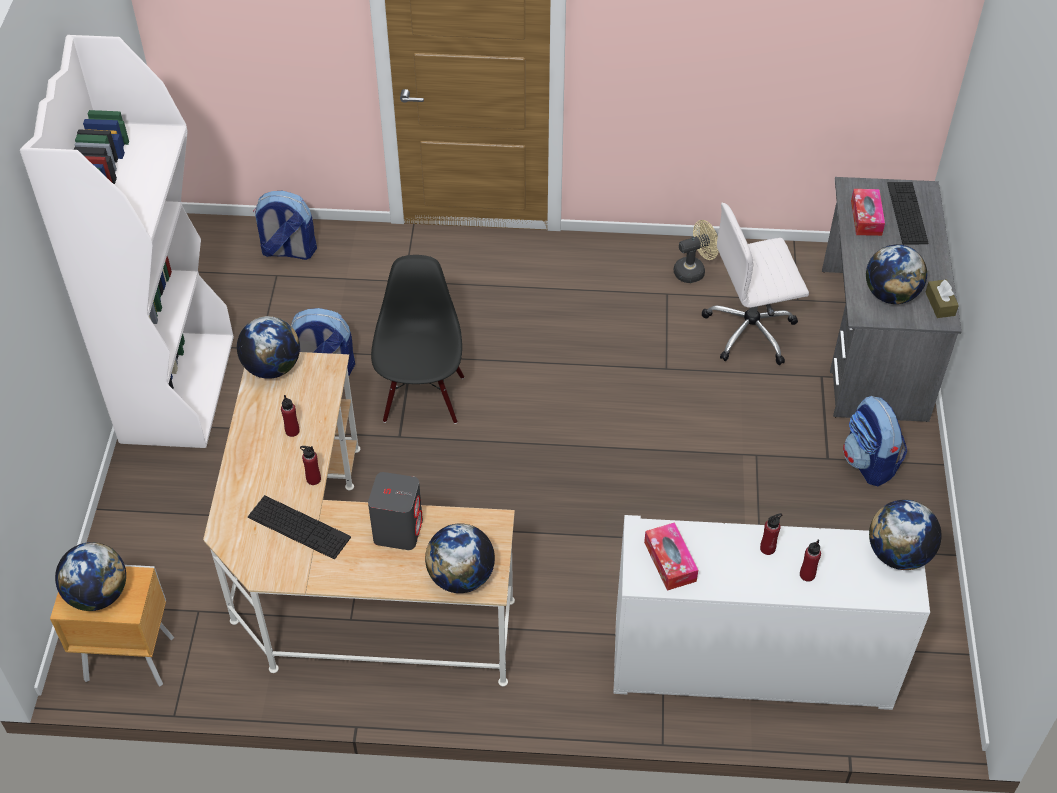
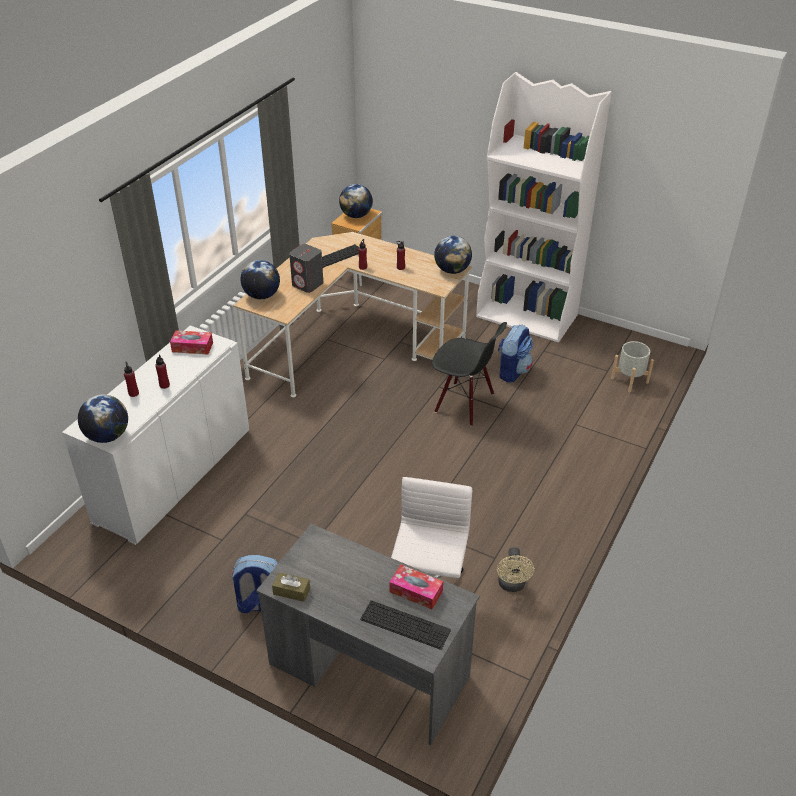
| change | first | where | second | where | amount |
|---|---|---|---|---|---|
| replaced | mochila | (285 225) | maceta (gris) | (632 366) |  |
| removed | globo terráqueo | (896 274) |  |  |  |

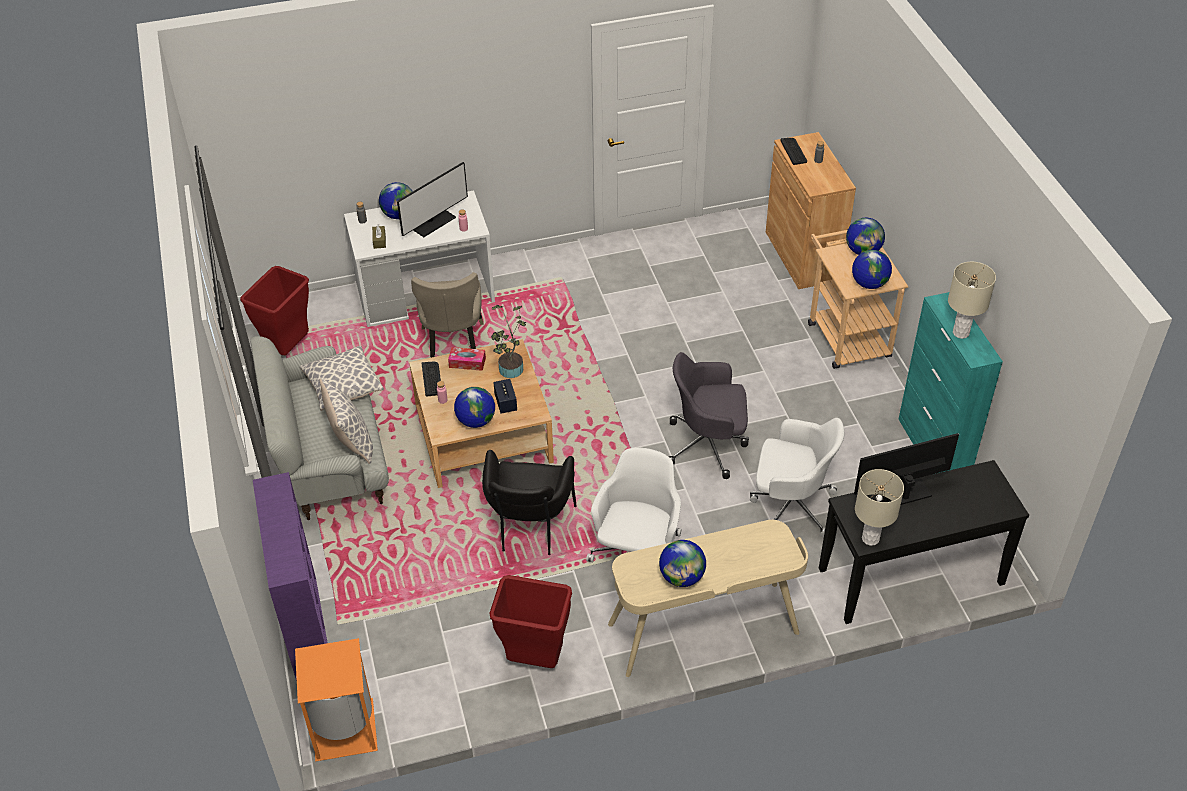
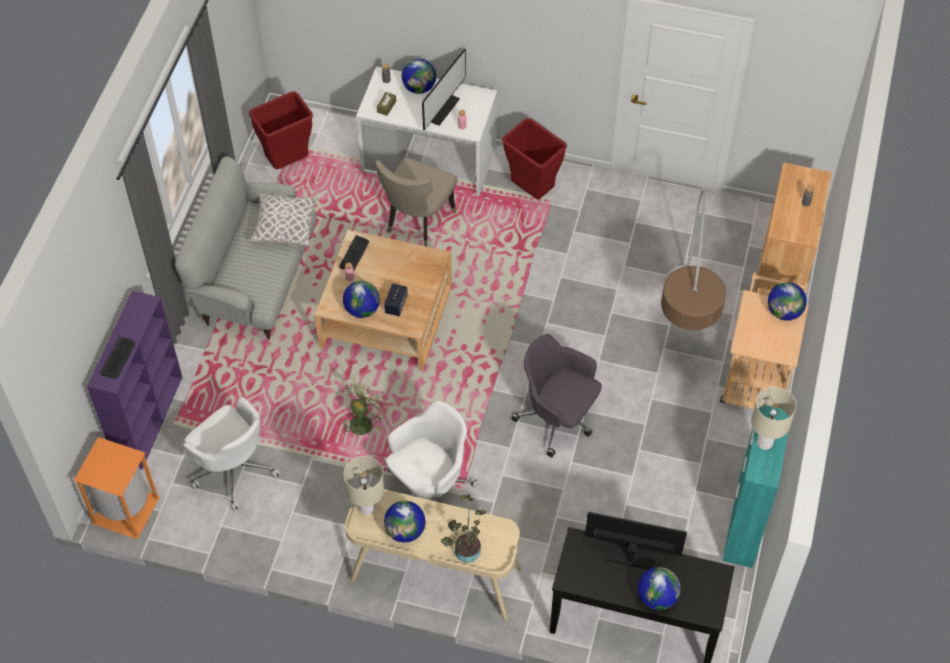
| change | first | where | second | where | amount |
|---|---|---|---|---|---|
| removed | cojín | (346 421) |  |  |  |
| turned | monitor | (432 199) |  | (444 89) | 45 degrees counterclockwise |
| removed | caja de pañuelos | (467 359) |  |  |  |
| replaced | sillón (negro) | (529 502) | ventilador (verde) | (365 407) |  |
| moved | papelera (rojo) | (531 621) |  | (534 158) |  |
| moved | planta en maceta | (508 341) |  | (463 528) |  |
| moved | silla de oficina (blanco) | (797 478) |  | (231 454) |  |
| moved | teclado | (793 151) |  | (118 358) |  |
| moved | globo terráqueo | (872 269) |  | (659 588) |  |
| moved | lámpara de mesa (beis) | (879 507) |  | (364 486) |  |
| added |  |  | lámpara de pie | (693 259) |  |

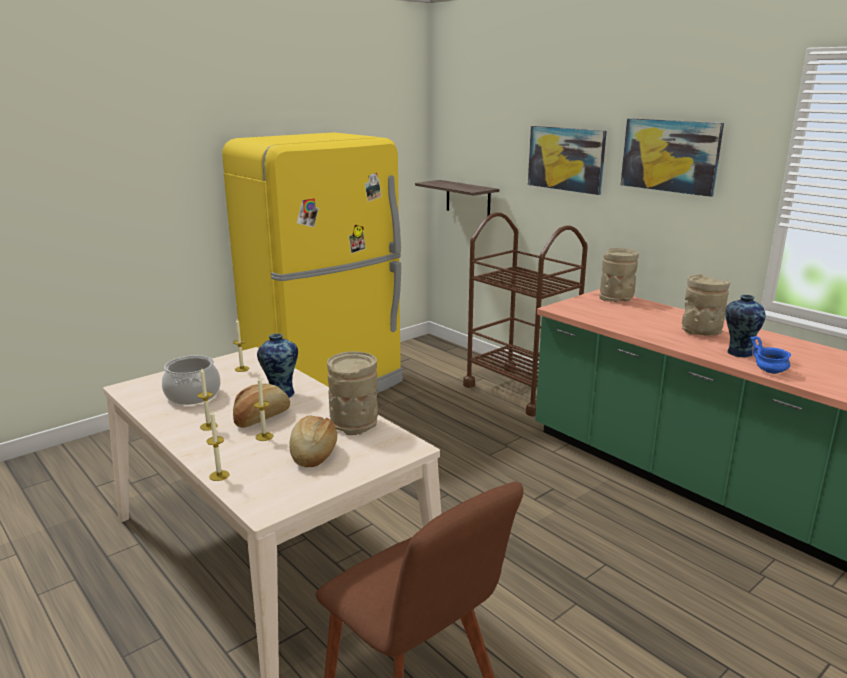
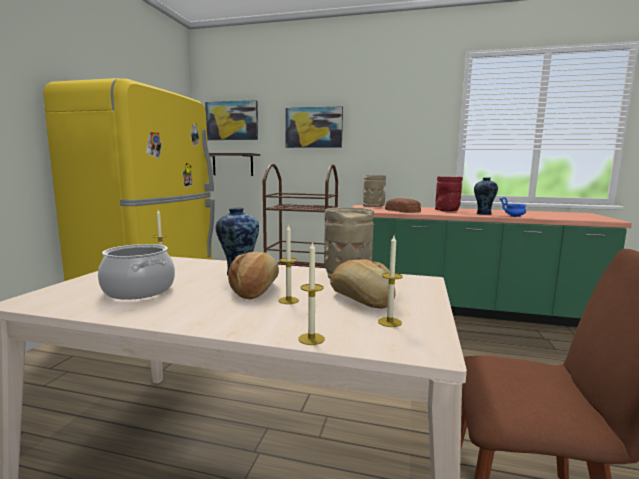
| change | first | where | second | where | amount |
|---|---|---|---|---|---|
| moved | vela | (207 399) |  | (390 281) |  |
| moved | cuadro | (672 157) |  | (231 120) |  |
| recoloured | florero (beis) | (706 305) | florero (rojo) | (448 194) |  |
| added |  |  | pan | (403 205) |  |

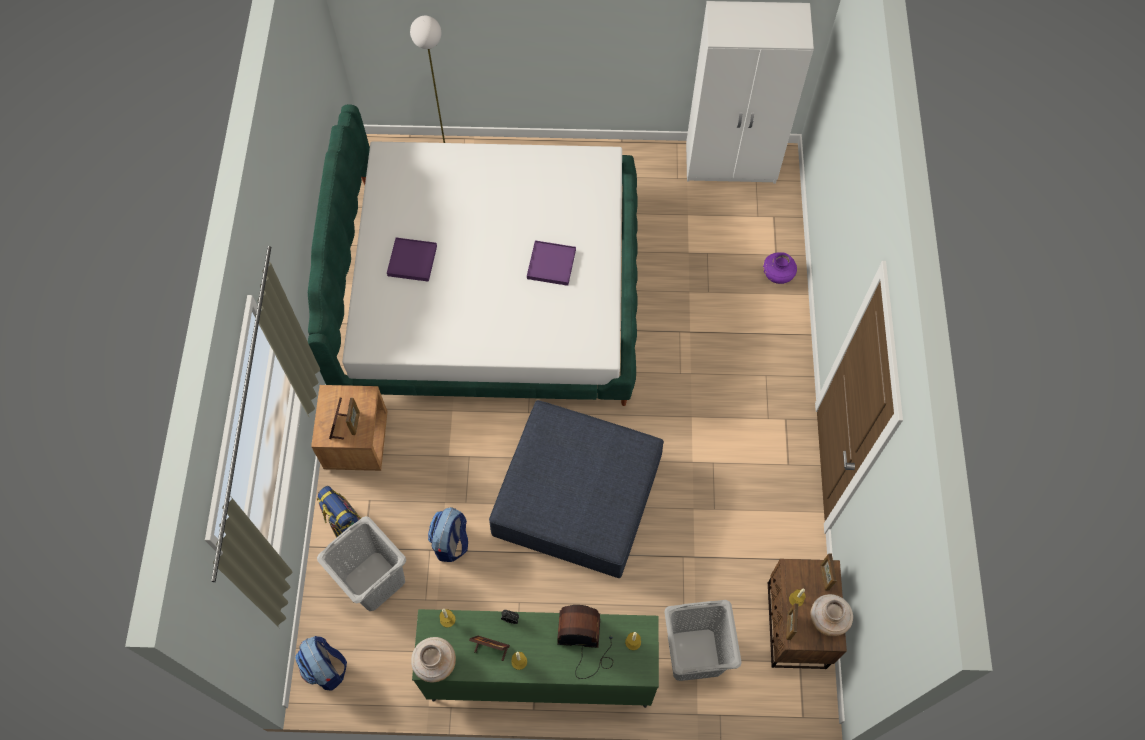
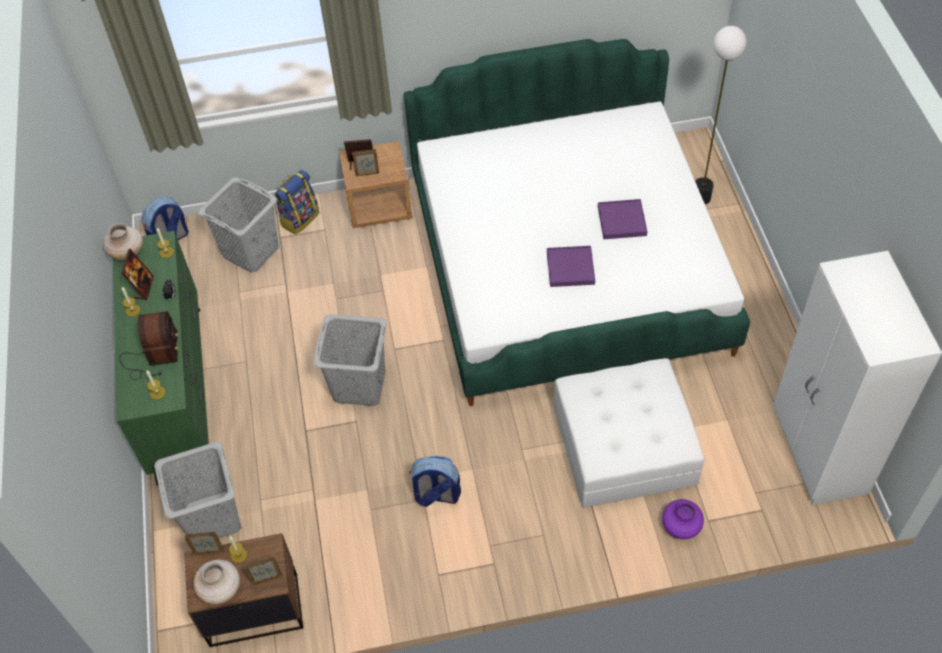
| change | first | where | second | where | amount |
|---|---|---|---|---|---|
| moved | bandeja (morado) | (412 260) |  | (622 219) |  |
| moved | mochila | (448 534) |  | (435 481) |  |
| replaced | puf (azul) | (576 489) | cesto de la ropa (gris) | (350 360) |  |
| added |  |  | puf (blanco) | (629 433) |  |

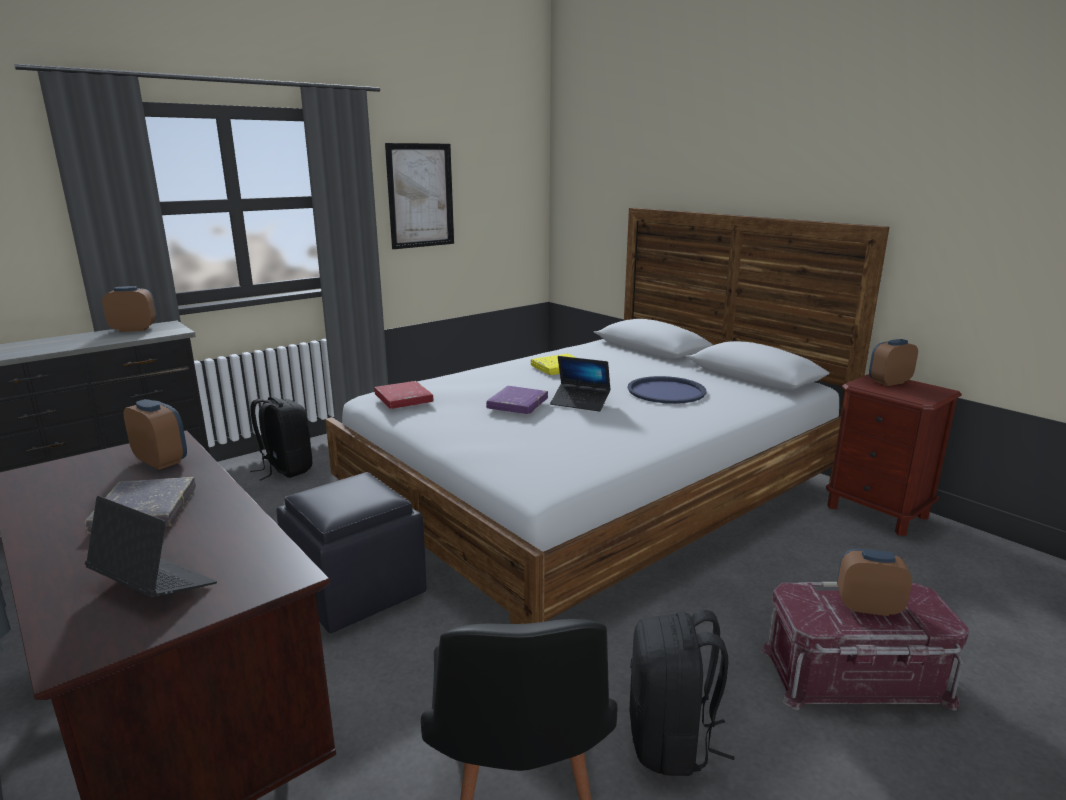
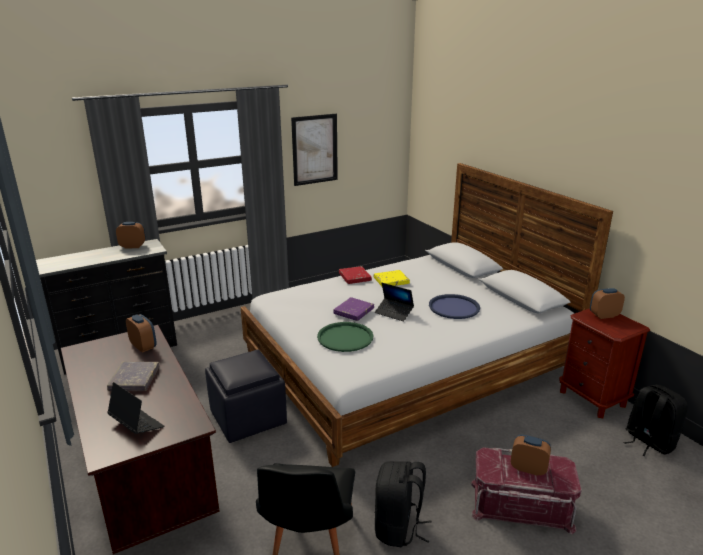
| change | first | where | second | where | amount |
|---|---|---|---|---|---|
| moved | mochila (negro) | (281 438) |  | (655 420) |  |
| moved | libro (rojo) | (404 395) |  | (355 275) |  |
| added |  |  | bandeja (verde) | (345 337) |  |

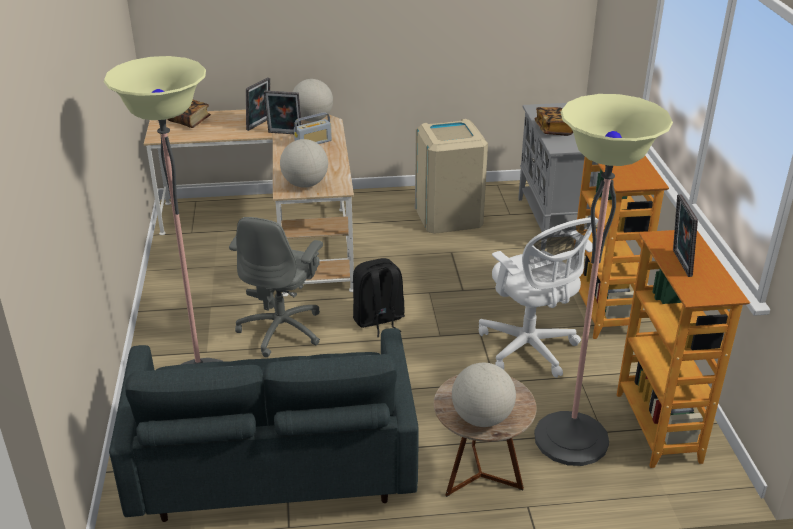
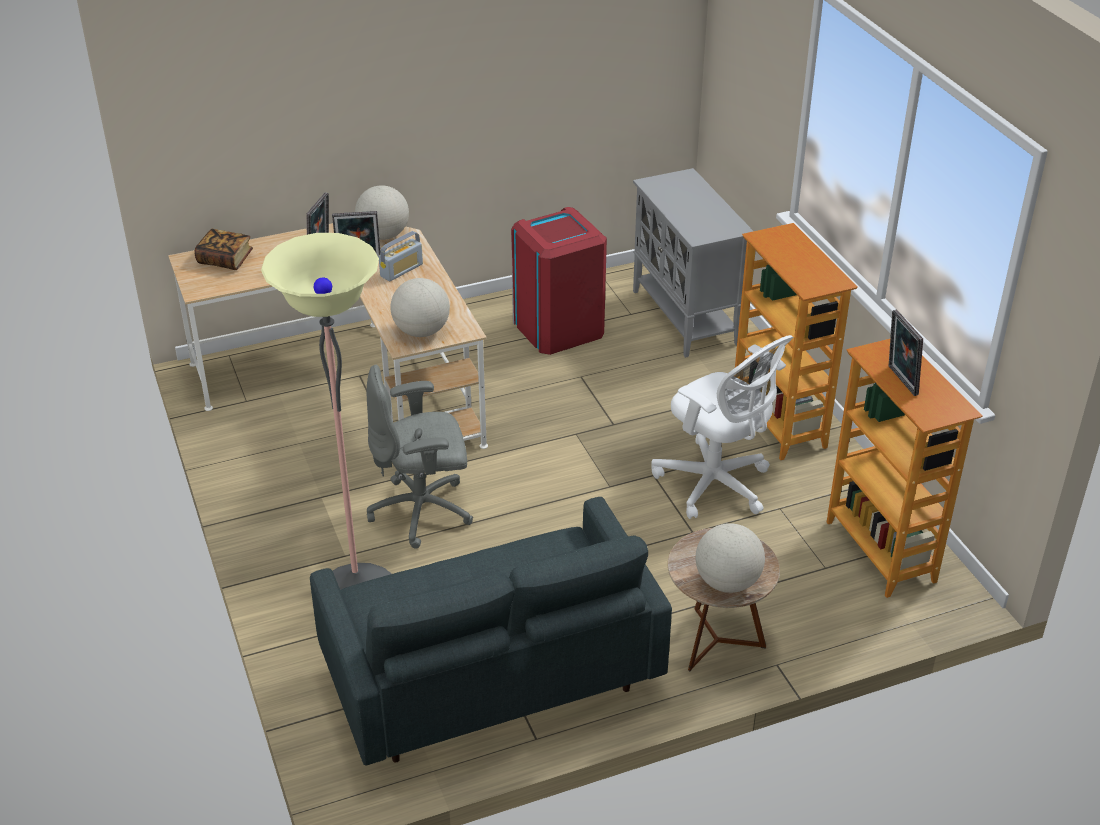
| change | first | where | second | where | amount |
|---|---|---|---|---|---|
| turned | silla de oficina (gris) | (276 287) |  | (420 456) | 75 degrees clockwise |
| removed | mochila (negro) | (379 297) |  |  |  |
| recoloured | papelera (beis) | (451 176) | papelera (rojo) | (559 281) |  |
| removed | lámpara de pie | (603 280) |  |  |  |
| removed | libro | (553 121) |  |  |  |

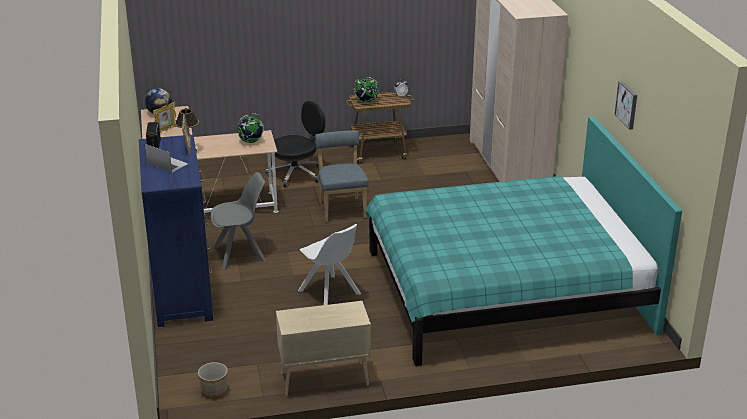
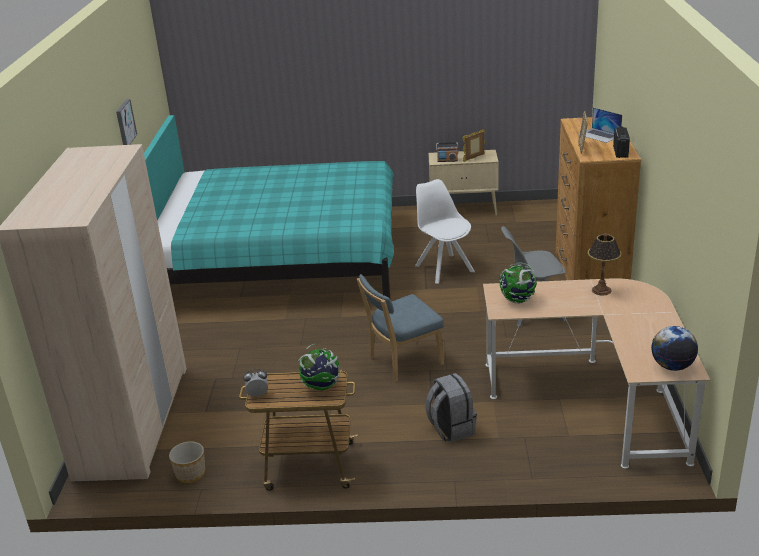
| change | first | where | second | where | amount |
|---|---|---|---|---|---|
| recoloured | cómoda (azul) | (176 231) | cómoda (marrón) | (599 198) |  |
| moved | portarretratos | (164 117) |  | (474 145) |  |
| moved | maceta | (213 380) |  | (187 462) |  |
| replaced | silla de oficina (negro) | (296 144) | mochila (gris) | (451 407) |  |
| turned | silla (azul) | (342 176) |  | (400 328) | 60 degrees clockwise |
| added |  |  | radio | (447 152) |  |

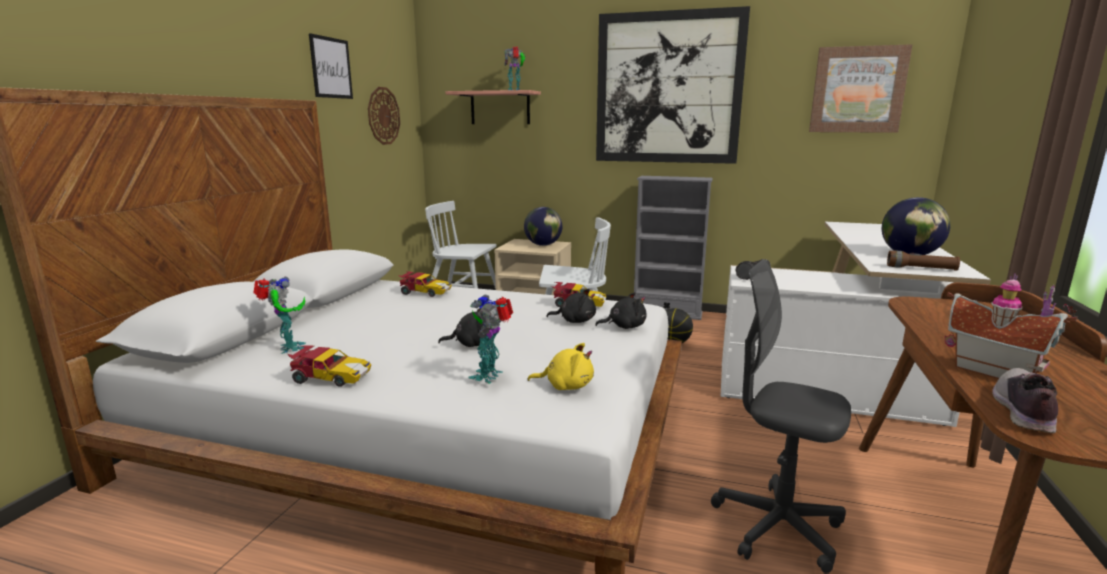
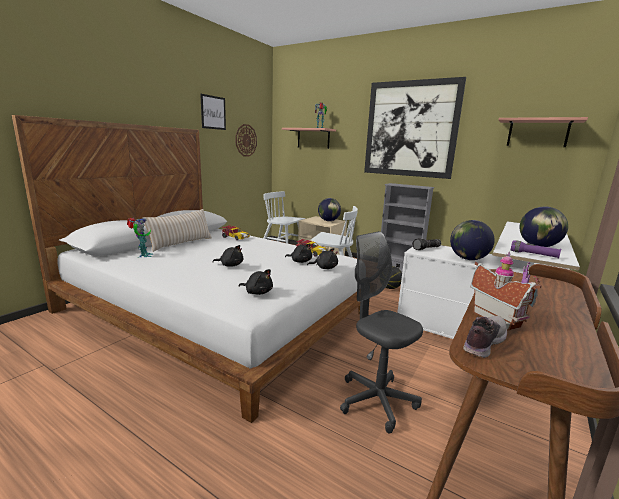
| change | first | where | second | where | amount |
|---|---|---|---|---|---|
| removed | coche de juguete | (329 365) |  |  |  |
| removed | robot de juguete | (490 339) |  |  |  |
| recoloured | peluche (amarillo) | (561 366) | peluche (negro) | (256 282) |  |
| replaced | cuadro | (860 88) | estante | (543 132) |  |
| recoloured | linterna (marrón) | (923 261) | linterna (morado) | (536 249) |  |
| added |  |  | cojín (beis) | (177 230) |  |
| added |  |  | globo terráqueo | (472 240) |  |

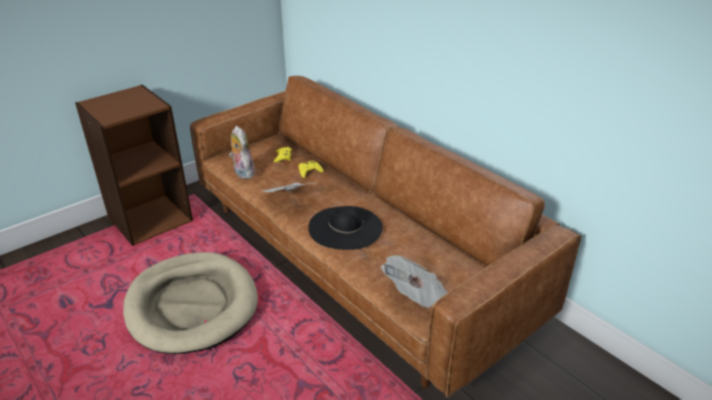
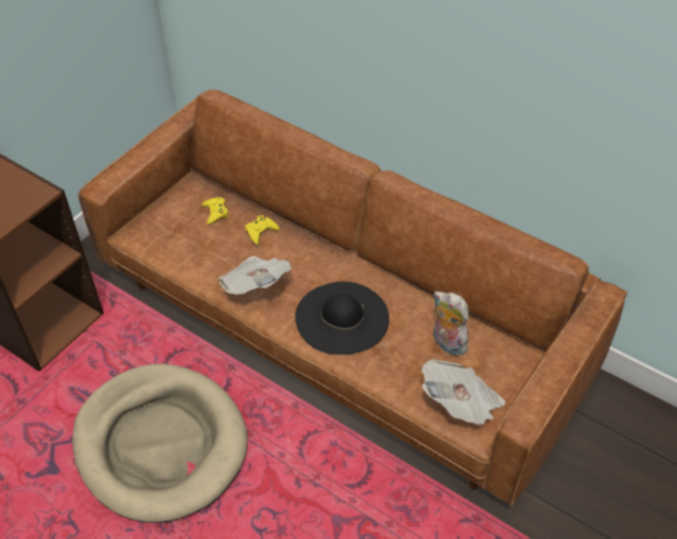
| change | first | where | second | where | amount |
|---|---|---|---|---|---|
| moved | peluche | (242 152) |  | (451 323) |  |

